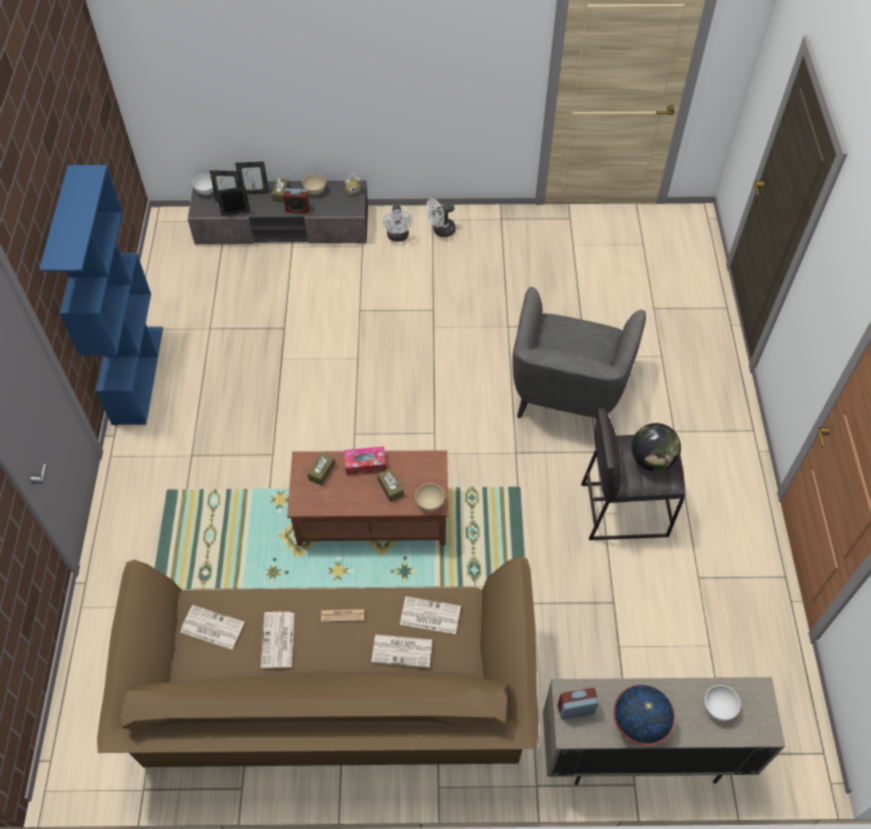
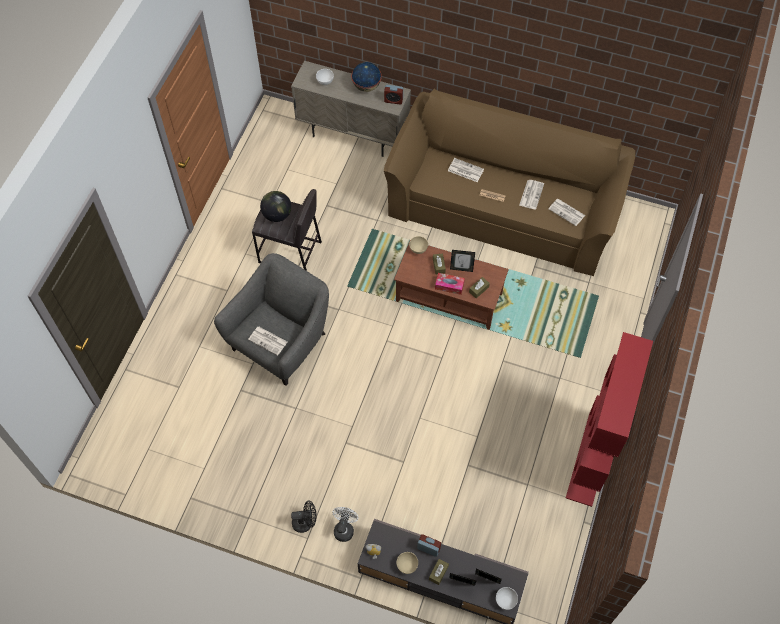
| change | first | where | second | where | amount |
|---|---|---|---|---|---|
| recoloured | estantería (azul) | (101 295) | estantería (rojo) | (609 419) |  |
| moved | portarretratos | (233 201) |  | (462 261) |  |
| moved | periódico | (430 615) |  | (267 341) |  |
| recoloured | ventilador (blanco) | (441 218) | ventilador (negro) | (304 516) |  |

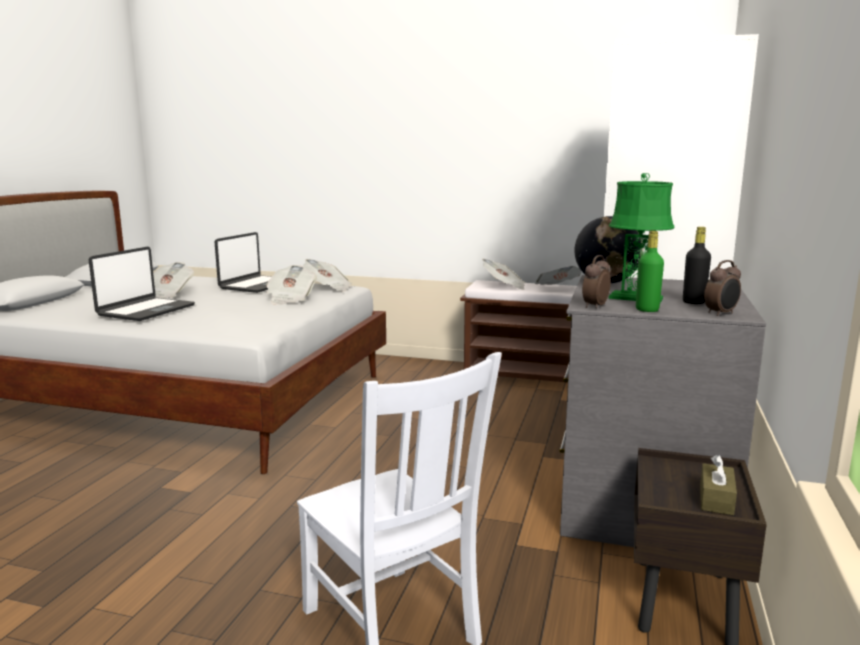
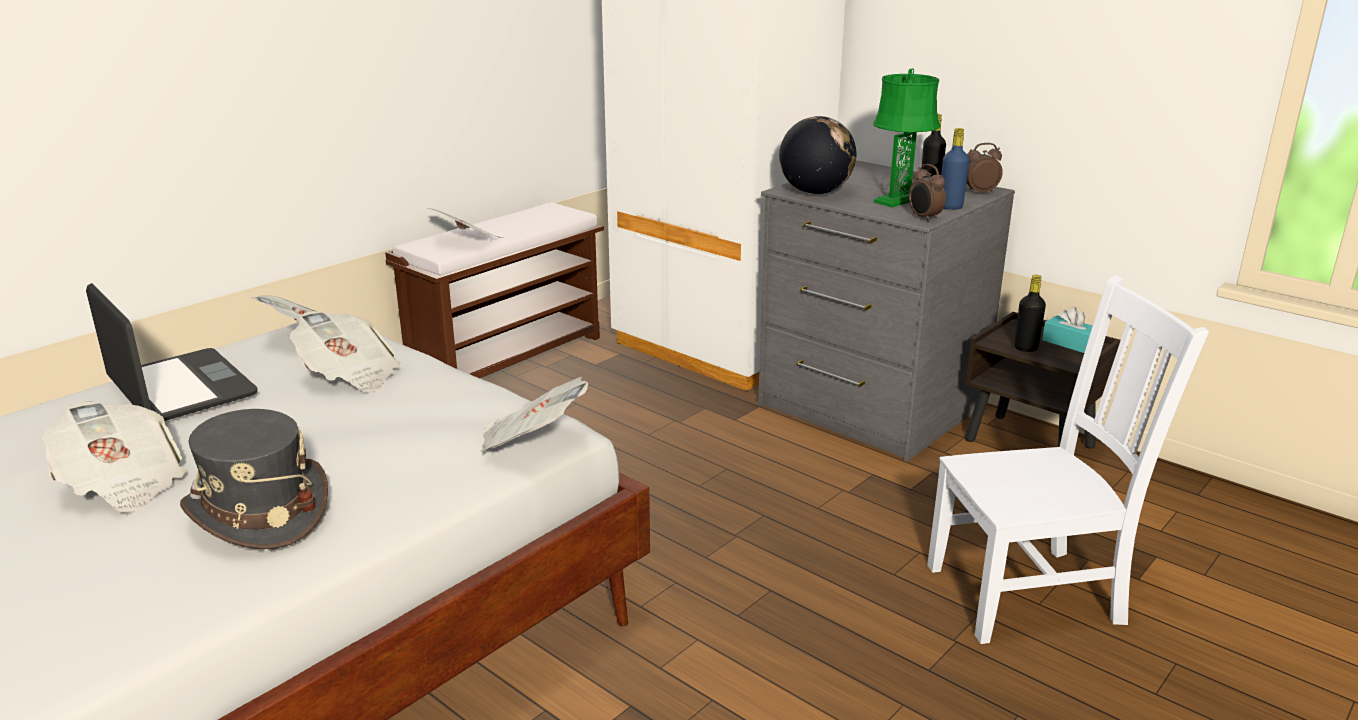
| change | first | where | second | where | amount |
|---|---|---|---|---|---|
| replaced | portátil | (142 284) | sombrero (gris) | (254 479) |  |
| moved | periódico | (558 275) |  | (534 414) |  |
| recoloured | botella (verde) | (650 271) | botella (azul) | (955 169) |  |
| recoloured | caja de pañuelos (marrón) | (718 484) | caja de pañuelos (turquesa) | (1067 330) |  |
| turned | despertador | (722 288) |  | (984 168) | 90 degrees counterclockwise |
| added |  |  | botella (negro) | (1030 313) |  |

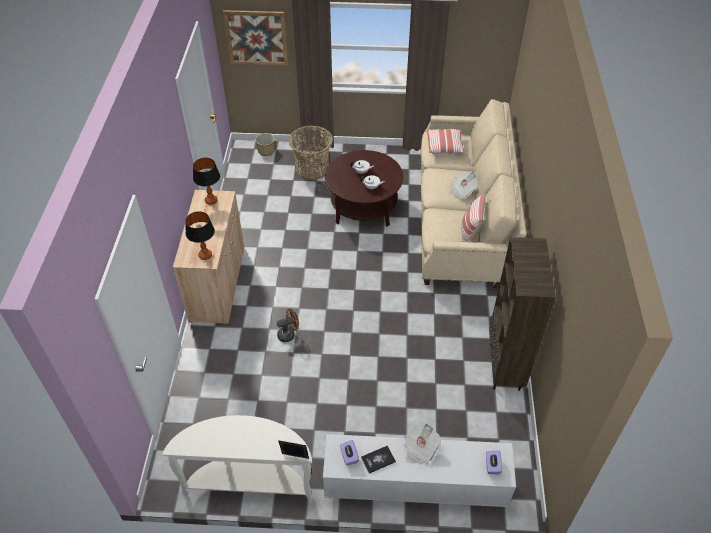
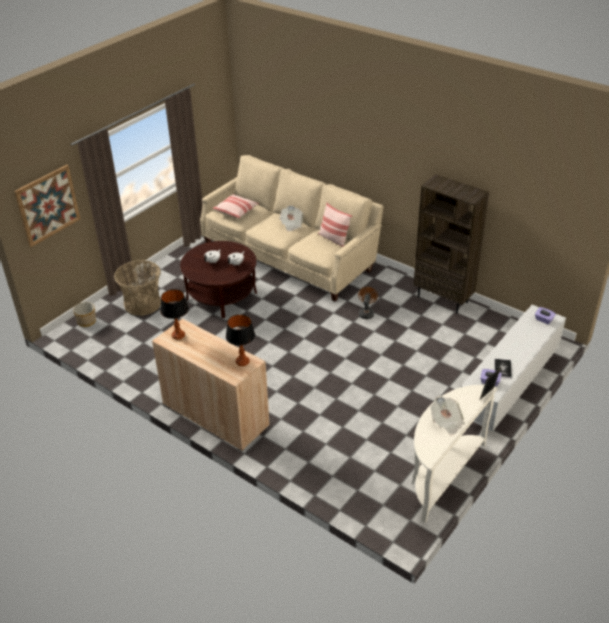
| change | first | where | second | where | amount |
|---|---|---|---|---|---|
| moved | ventilador (marrón) | (288 325) |  | (368 303) |  |
| moved | periódico | (422 444) |  | (447 416) |  |

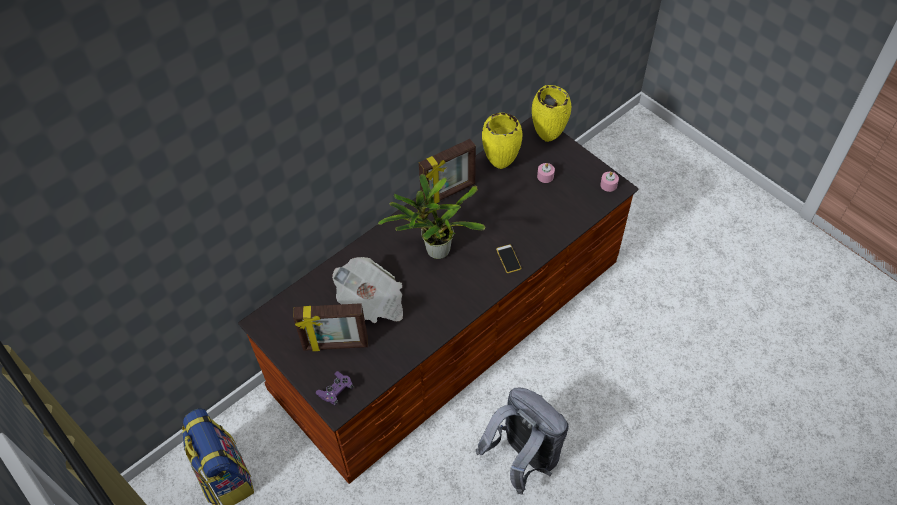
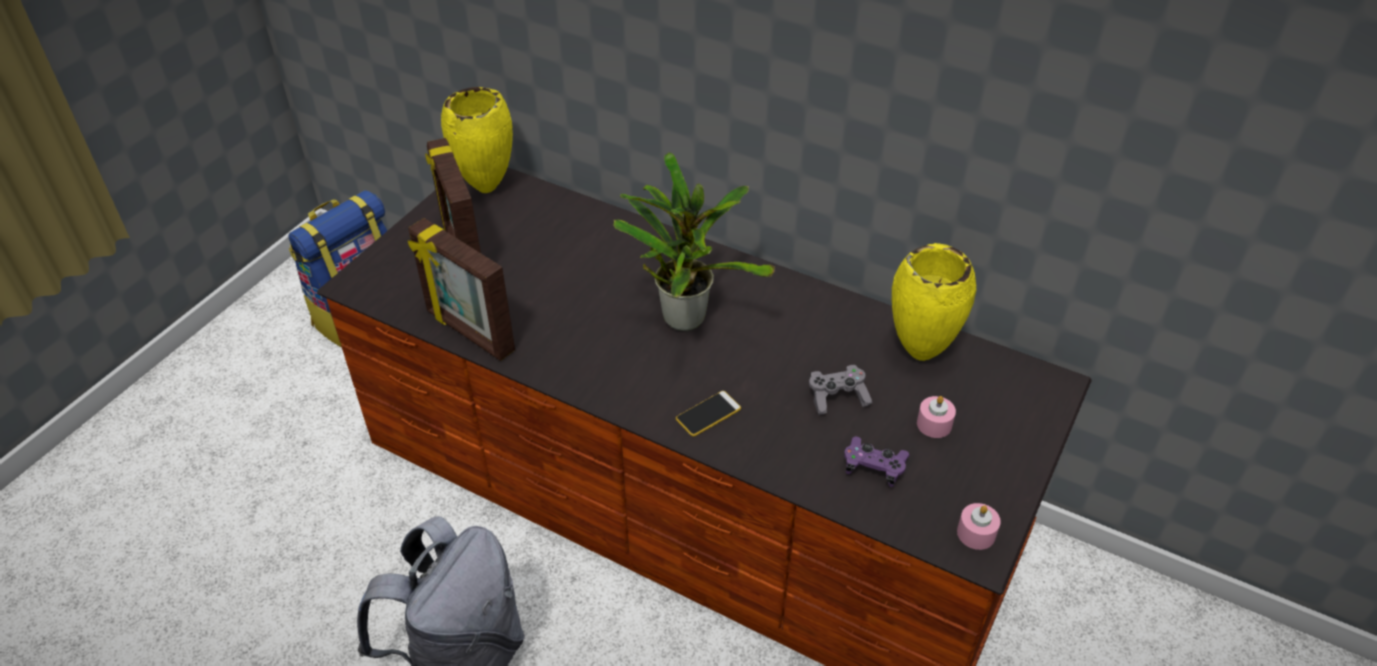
| change | first | where | second | where | amount |
|---|---|---|---|---|---|
| moved | mando de consola (morado) | (334 388) |  | (877 462) |  |
| removed | periódico | (367 290) |  |  |  |
| moved | portarretratos | (447 171) |  | (461 289) |  |
| moved | florero (amarillo) | (551 113) |  | (477 140) |  |
| added |  |  | mando de consola (gris) | (840 390) |  |

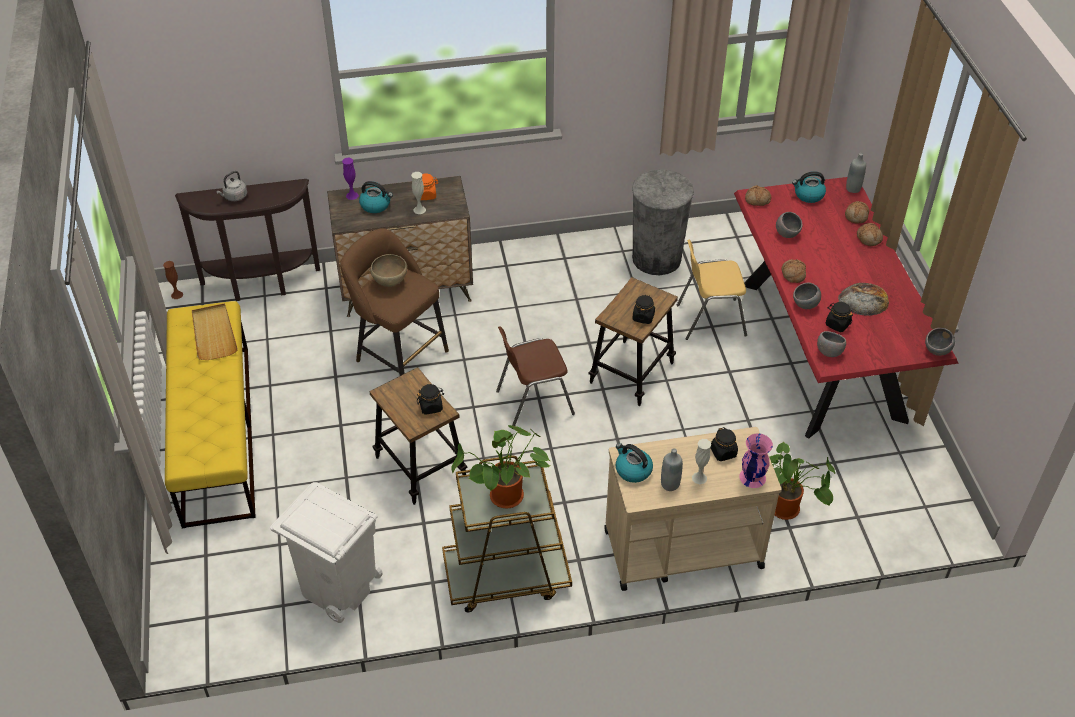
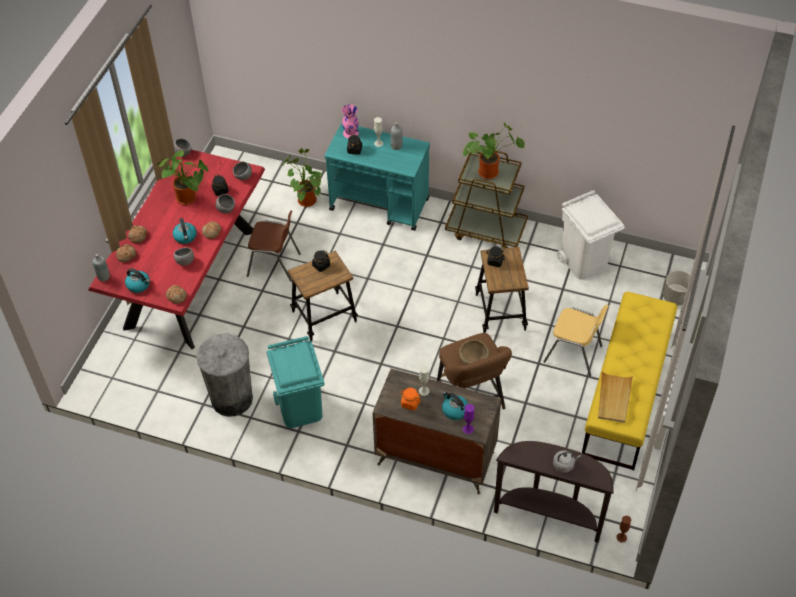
| change | first | where | second | where | amount |
|---|---|---|---|---|---|
| moved | silla (marrón) | (535 376) |  | (274 246) |  |
| recoloured | carrito (beis) | (693 509) | carrito (turquesa) | (377 177) |  |
| moved | hervidor | (634 463) |  | (185 231) |  |
| moved | silla (amarillo) | (712 290) |  | (576 340) |  |
| replaced | pan | (863 299) | planta en maceta | (182 178) |  |
| added |  |  | papelera (turquesa) | (296 382) |  |
| added |  |  | maceta (gris) | (676 287) |  |

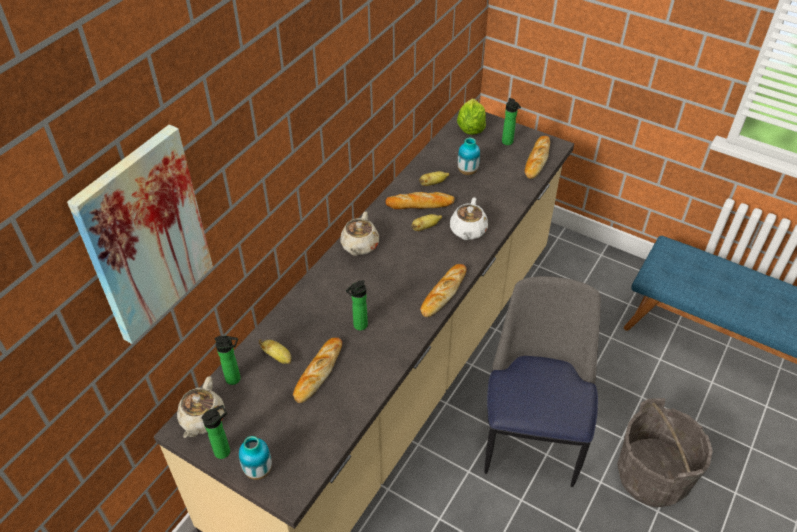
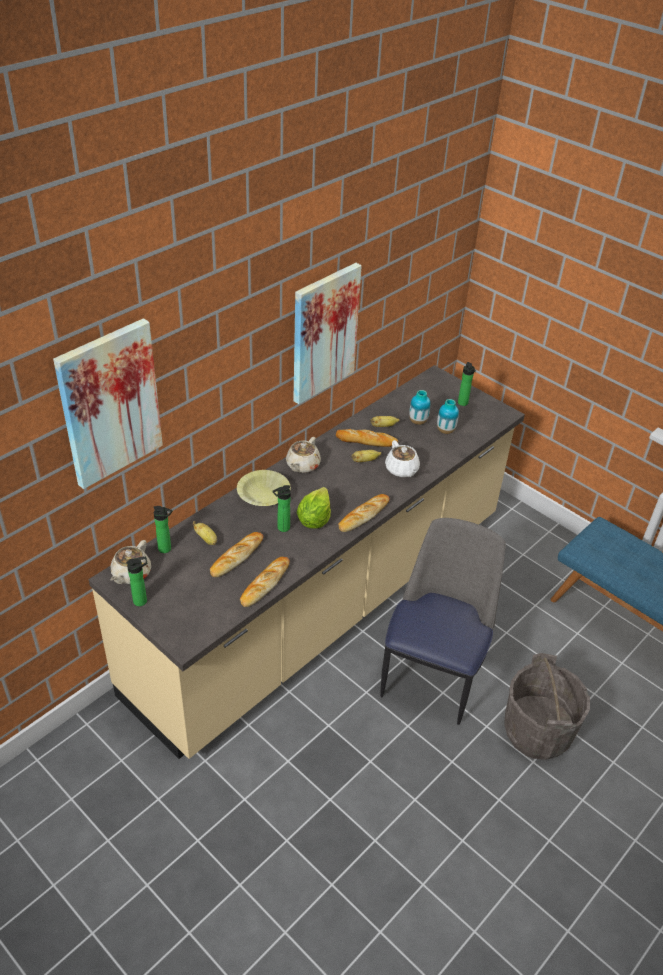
| change | first | where | second | where | amount |
|---|---|---|---|---|---|
| moved | florero | (255 458) |  | (448 416) |  |
| turned | tetera (blanco) | (469 218) |  | (402 458) | 45 degrees counterclockwise |
| moved | lechuga | (471 116) |  | (313 508) |  |
| moved | pan | (537 157) |  | (265 582) |  |
| added |  |  | cuenco (amarillo) | (264 488) |  |
| added |  |  | cuadro | (327 333) |  |

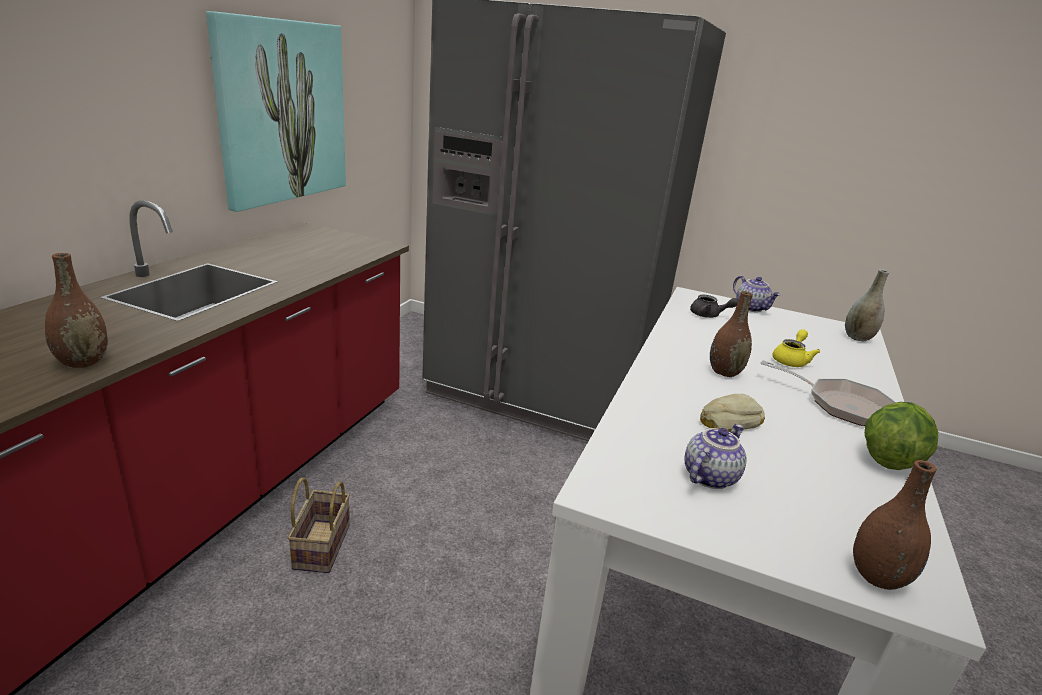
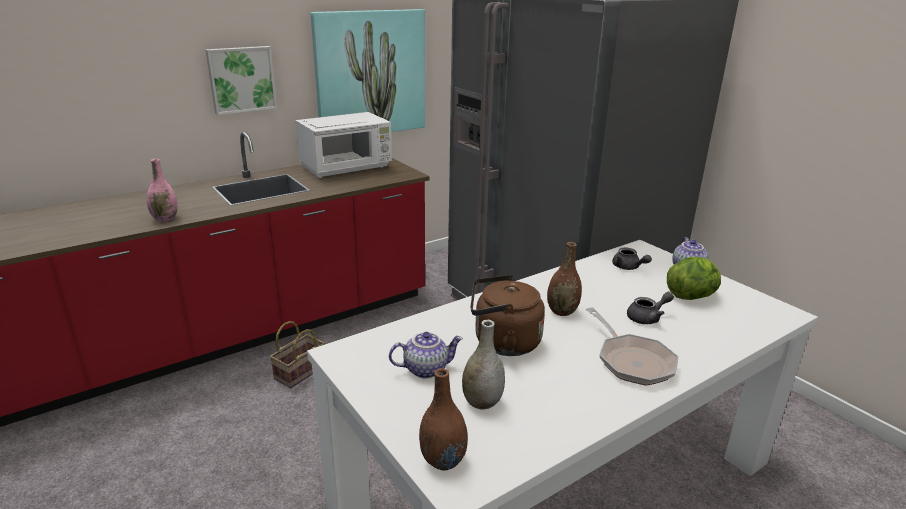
| change | first | where | second | where | amount |
|---|---|---|---|---|---|
| recoloured | florero (marrón) | (76 310) | florero (rosa) | (162 190) |  |
| replaced | pan | (732 413) | hervidor (marrón) | (508 315) |  |
| recoloured | tetera (amarillo) | (796 348) | tetera (gris) | (650 308) |  |
| moved | florero (gris) | (867 305) |  | (483 365) |  |
| moved | lechuga | (901 436) |  | (694 278) |  |
| added |  |  | cuadro | (241 80) |  |
| added |  |  | microondas (blanco) | (343 145) |  |

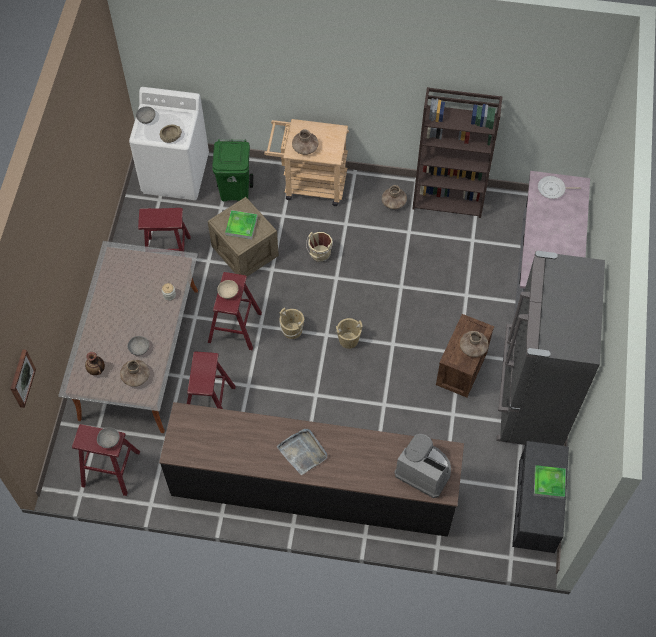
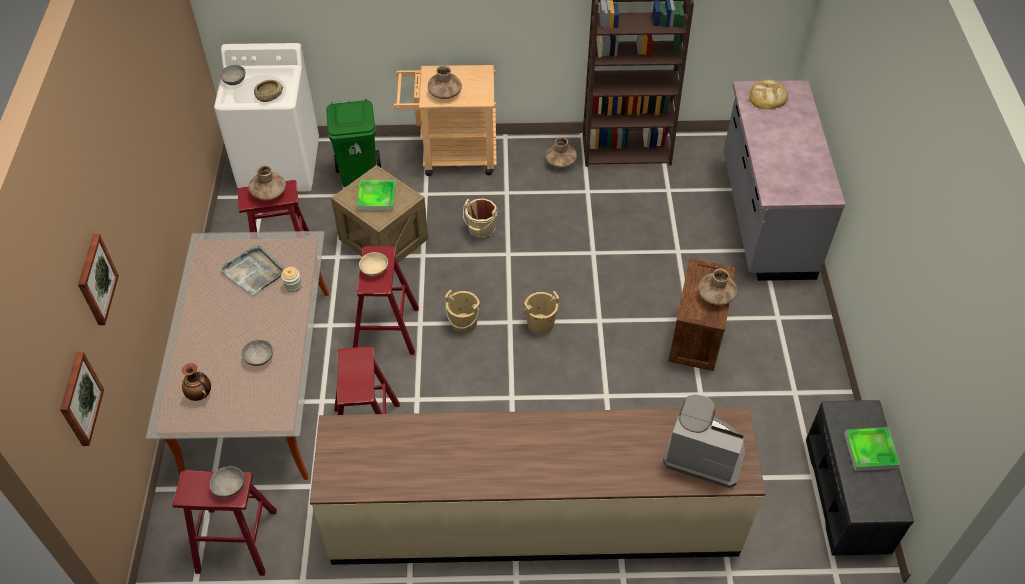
| change | first | where | second | where | amount |
|---|---|---|---|---|---|
| moved | florero (marrón) | (134 373) |  | (267 183) |  |
| recoloured | mueble bajo de cocina (negro) | (311 469) | mueble bajo de cocina (beis) | (538 486) |  |
| moved | bandeja (gris) | (301 452) |  | (251 270) |  |
| removed | nevera (gris) | (550 348) |  |  |  |
| replaced | sartén | (559 187) | pan | (768 94) |  |
| added |  |  | cuadro | (98 279) |  |

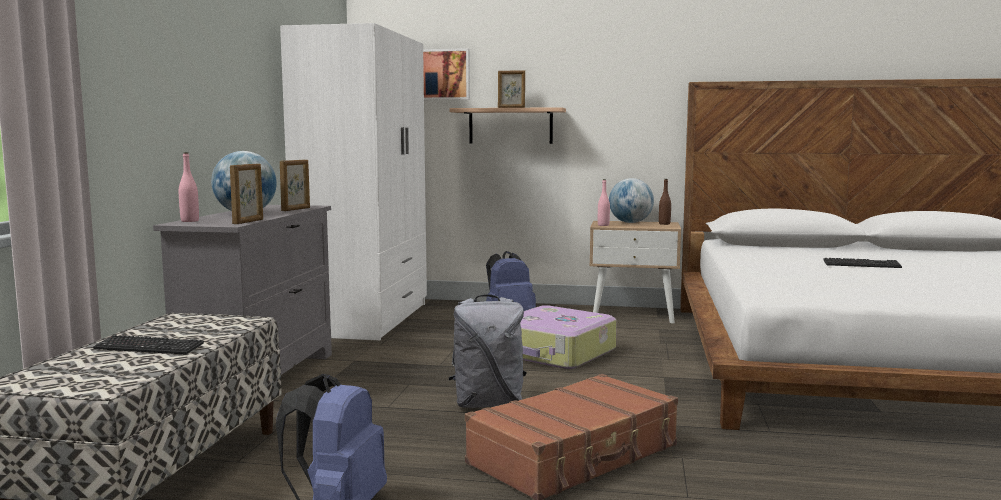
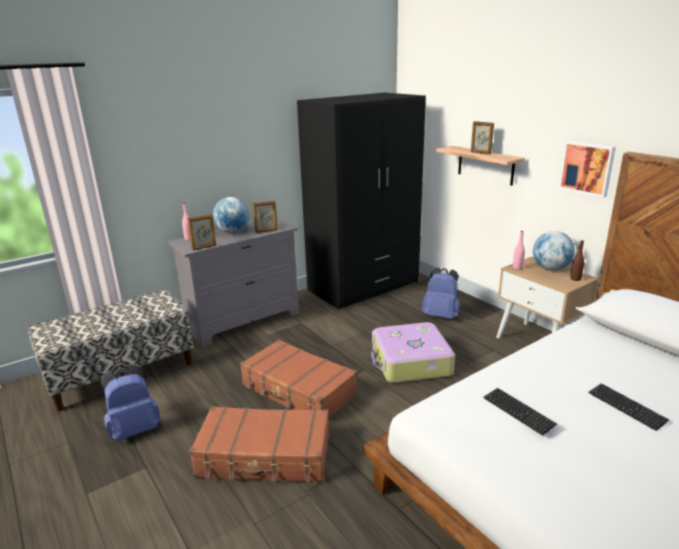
| change | first | where | second | where | amount |
|---|---|---|---|---|---|
| moved | teclado | (148 345) |  | (520 412) |  |
| recoloured | armario ropero (blanco) | (353 182) | armario ropero (negro) | (361 201) |  |
| moved | cuadro | (446 74) |  | (587 169) |  |
| replaced | mochila (gris) | (488 351) | maleta (marrón) | (298 379) |  |

